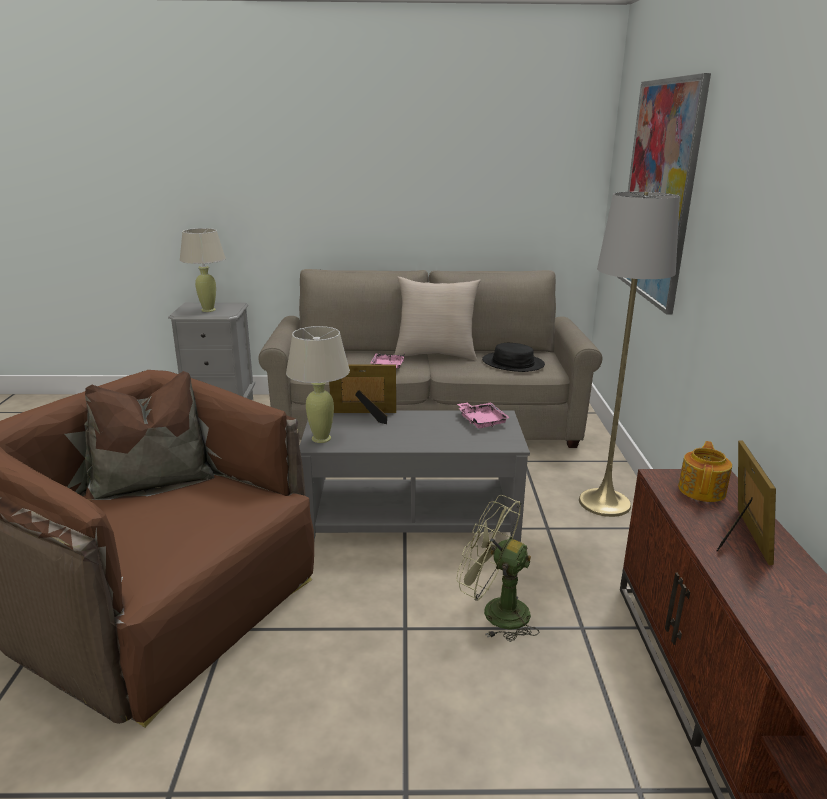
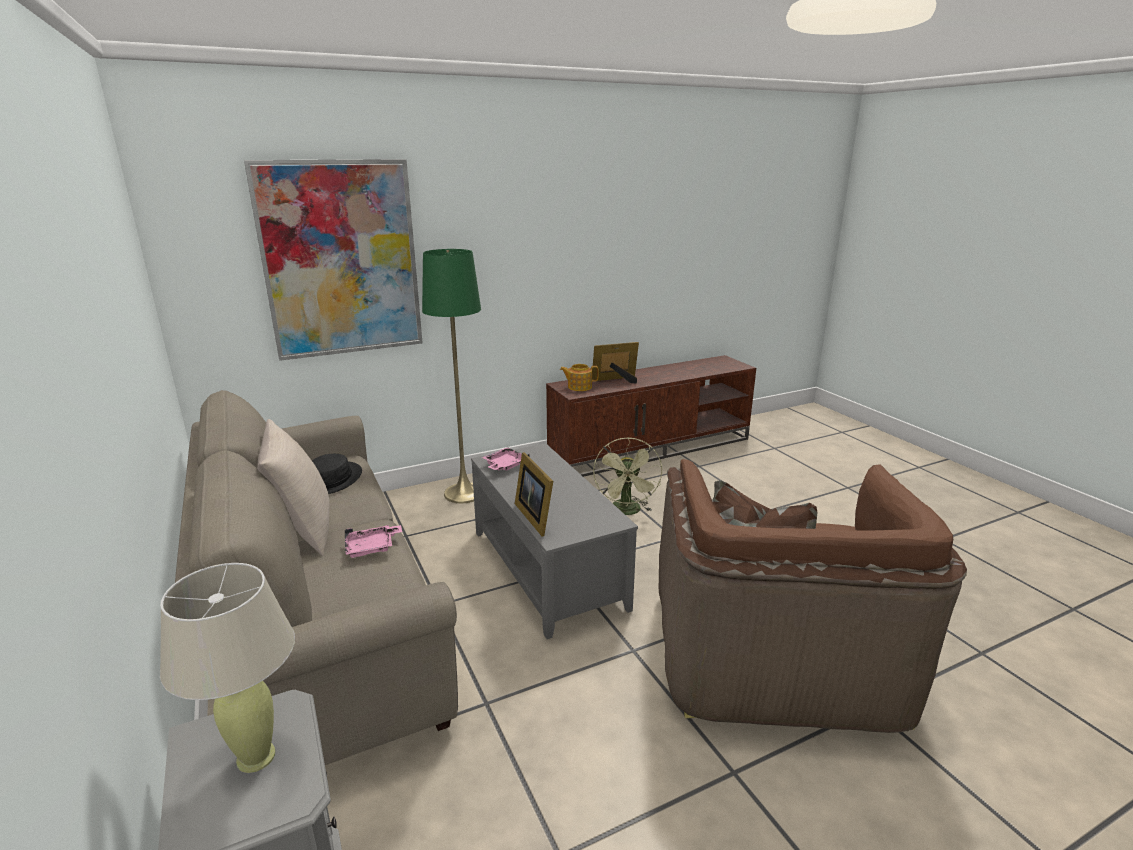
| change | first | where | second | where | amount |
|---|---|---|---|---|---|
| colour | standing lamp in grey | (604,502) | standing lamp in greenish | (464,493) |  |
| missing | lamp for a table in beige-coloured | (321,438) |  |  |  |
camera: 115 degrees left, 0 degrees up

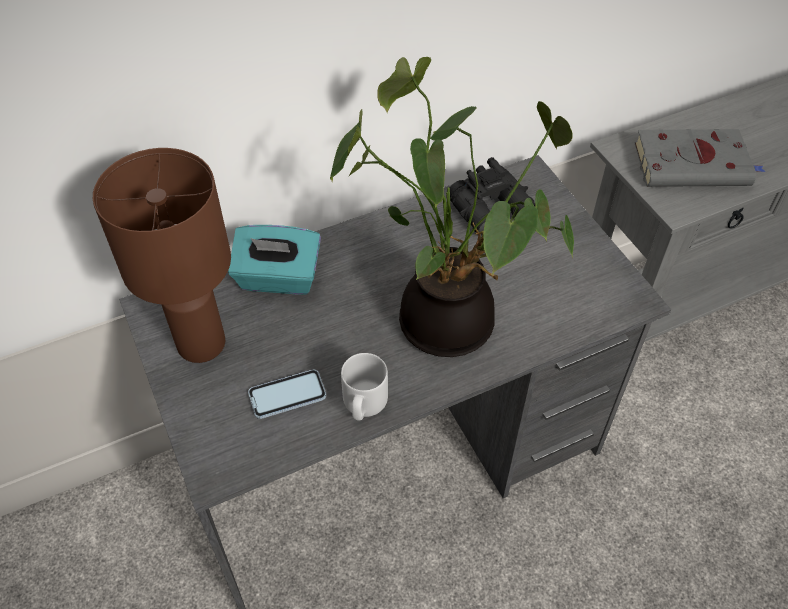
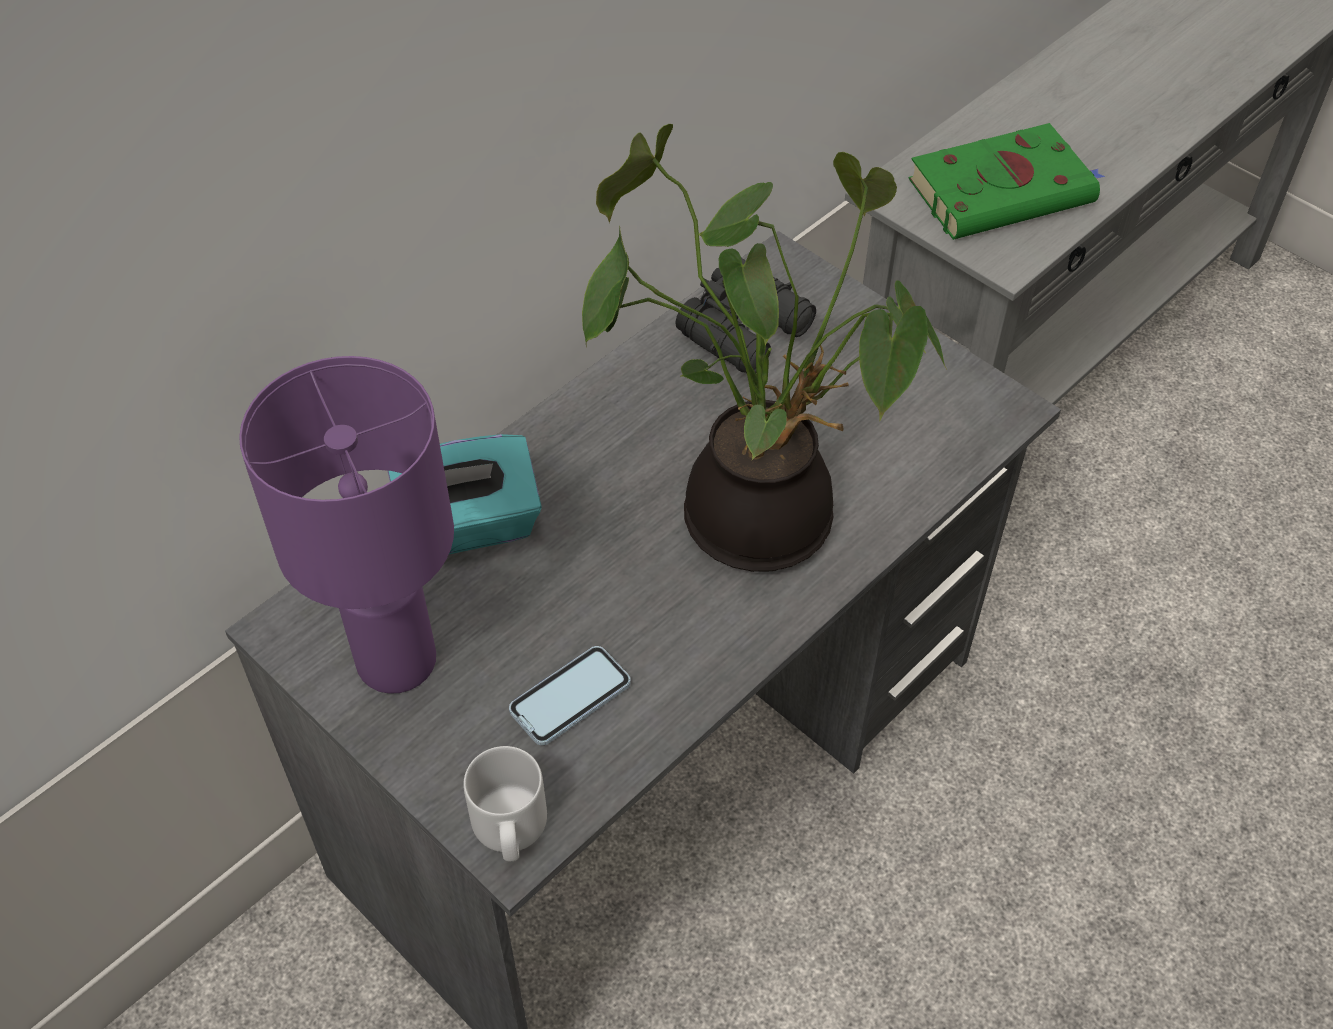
| change | first | where | second | where | amount |
|---|---|---|---|---|---|
| colour | bound book in grey | (694,165) | bound book in greenish | (1005,190) |  |
| colour | lamp for a table in brownish | (202,344) | lamp for a table in purplish | (399,661) |  |
| relocated | mug in grey | (363,404) |  | (510,829) |  |
camera: 20 degrees left, 0 degrees up

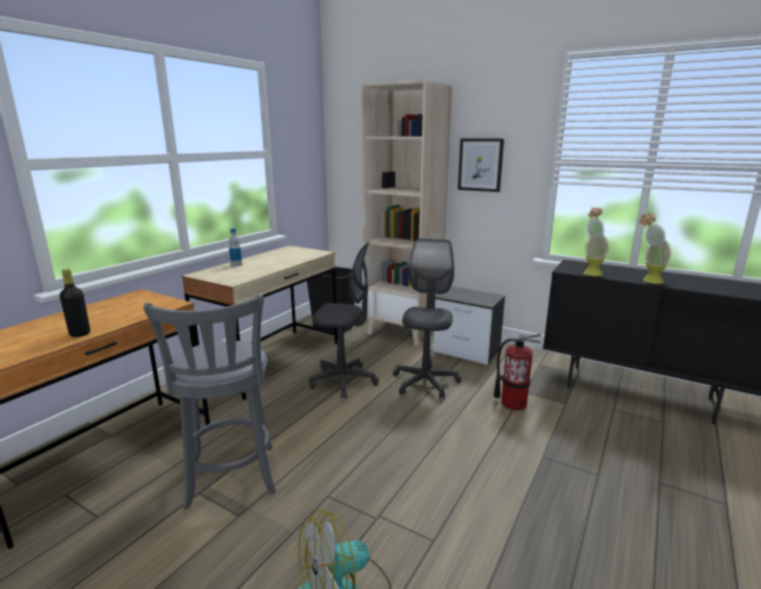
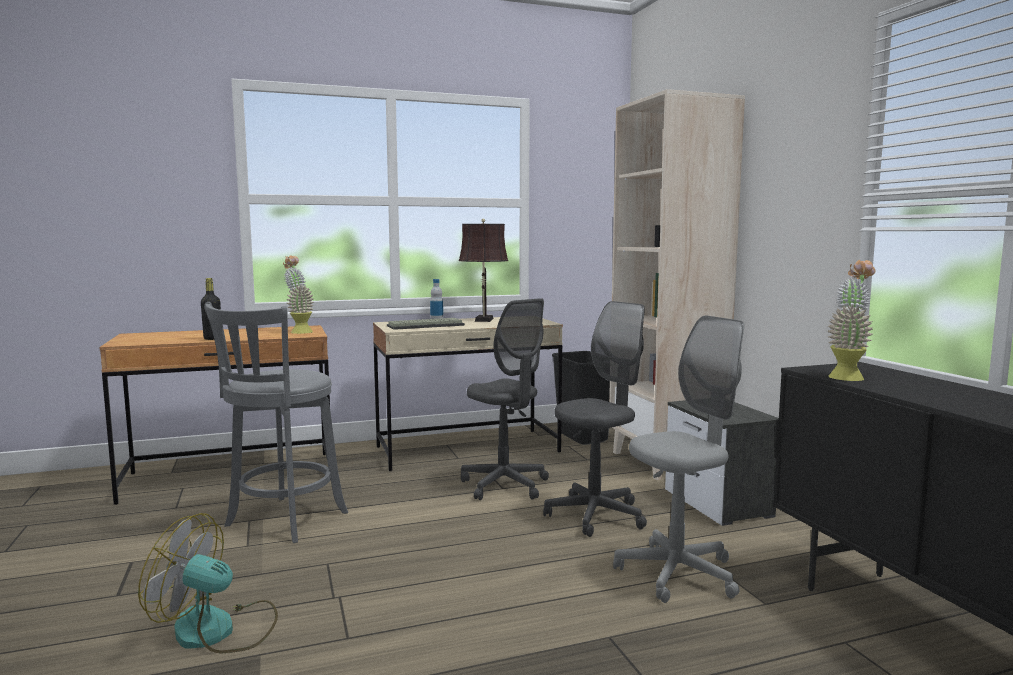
| change | first | where | second | where | amount |
|---|---|---|---|---|---|
| missing | picture | (480,165) |  |  |  |
| relocated | houseplant | (647,281) |  | (298,331) |  |
| exchanged | extinguisher | (513,403) | computer chair in grey | (677,573) |  |
| appeared |  |  | lamp for a table in brownish | (483,320) |  |
| appeared |  |  | keyboard | (426,325) |  |
camera: 40 degrees right, 10 degrees down

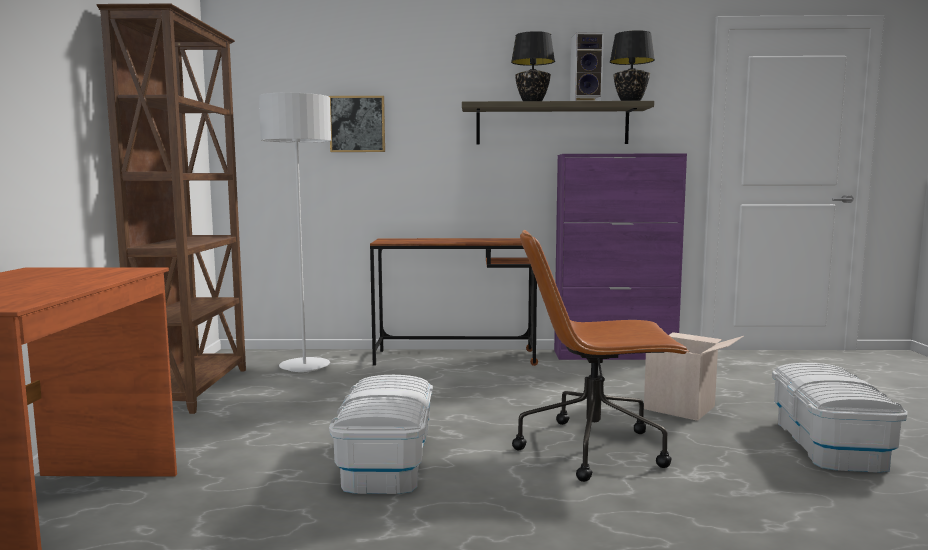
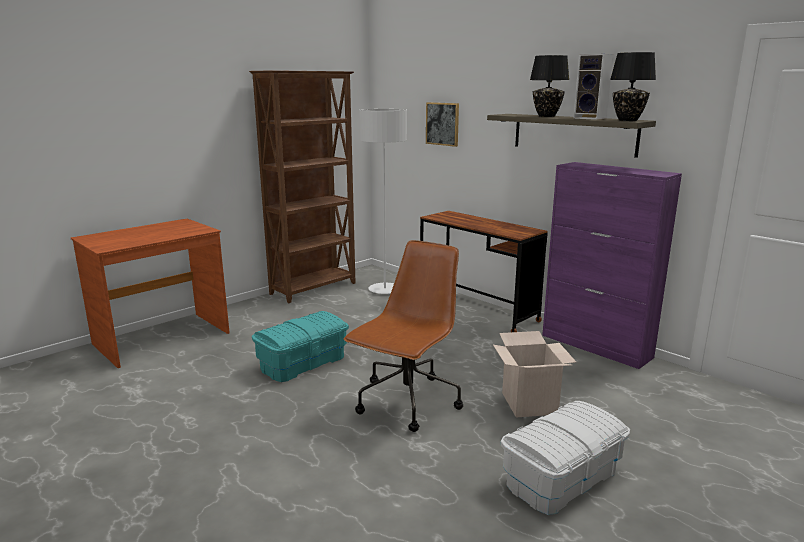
| change | first | where | second | where | amount |
|---|---|---|---|---|---|
| spun | computer chair in brownish | (595,448) |  | (407,403) | 75 degrees clockwise |
| colour | storage box in white | (385,462) | storage box in turquoise | (302,362) |  |
camera: 45 degrees right, 10 degrees up

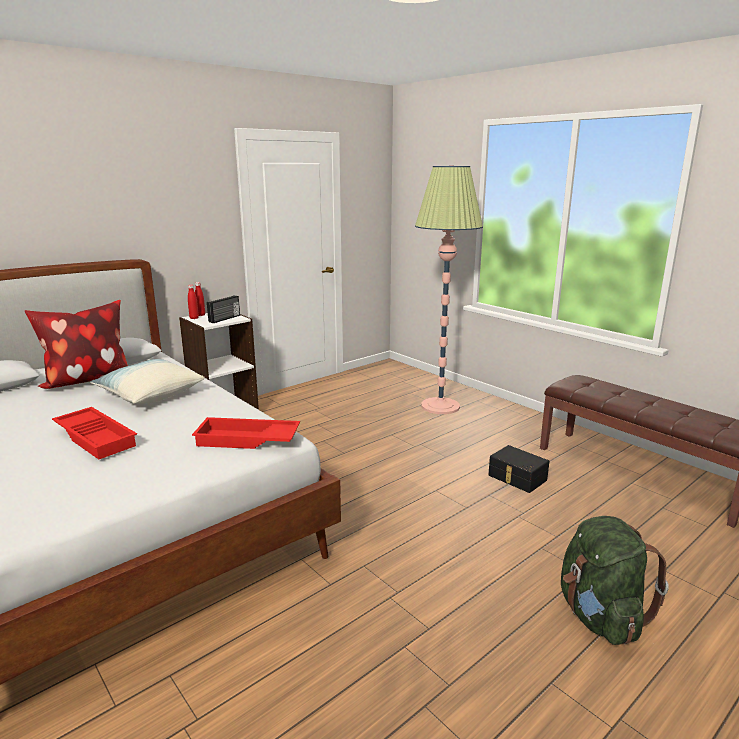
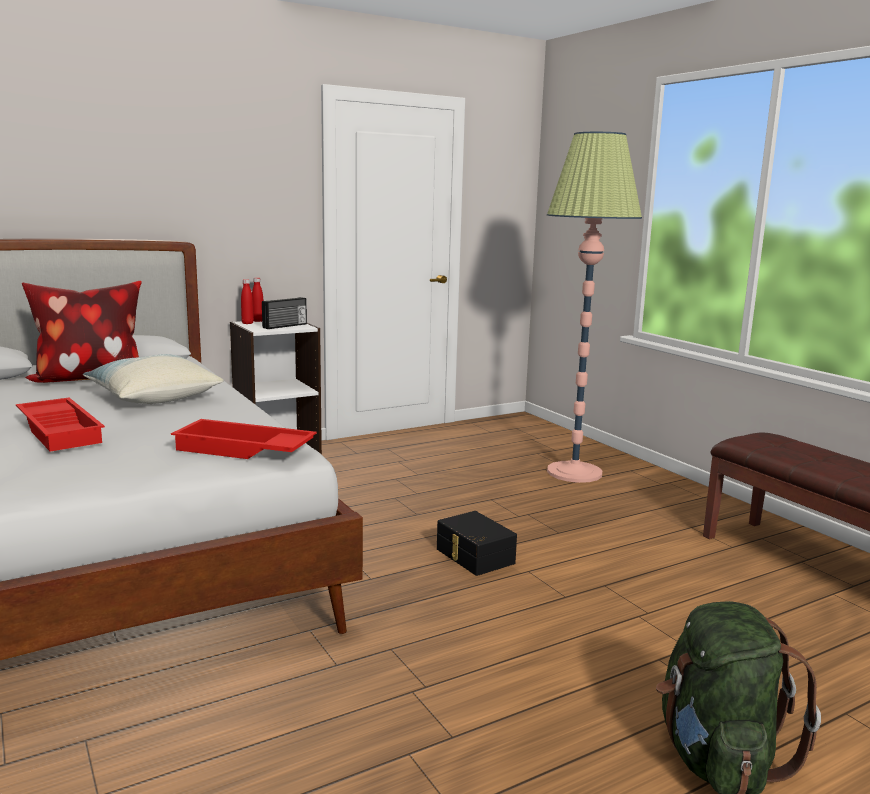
| change | first | where | second | where | amount |
|---|---|---|---|---|---|
| relocated | storage box in black | (516,478) |  | (473,556) |  |
camera: 10 degrees right, 5 degrees down

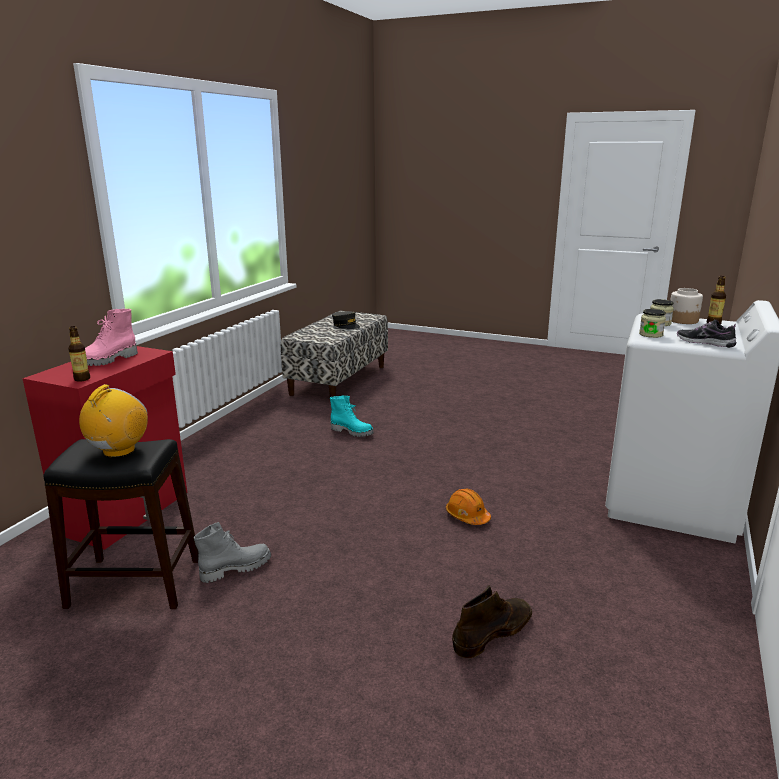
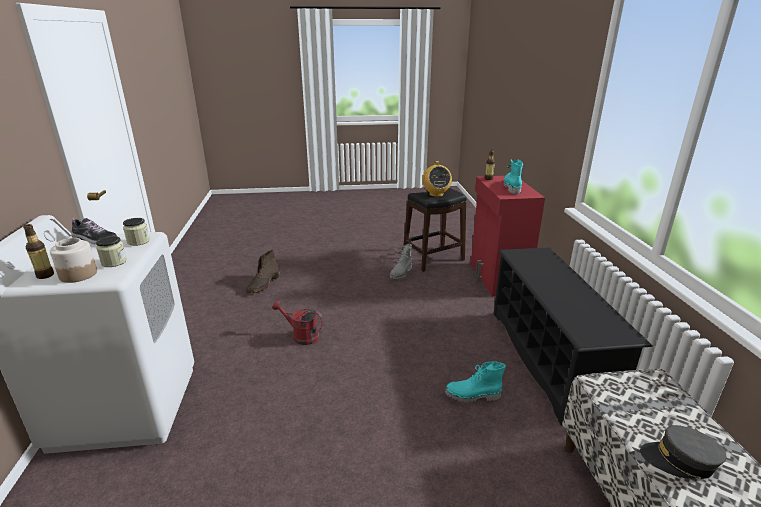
| change | first | where | second | where | amount |
|---|---|---|---|---|---|
| colour | high-top boot in pink | (107,360) | high-top boot in turquoise | (511,187) |  |
| exchanged | safety helmet in orange-coloured | (467,516) | watering pot in red-coloured | (301,336) |  |
| appeared |  |  | shoe rack in black | (548,358) |  |
camera: 150 degrees right, 5 degrees up

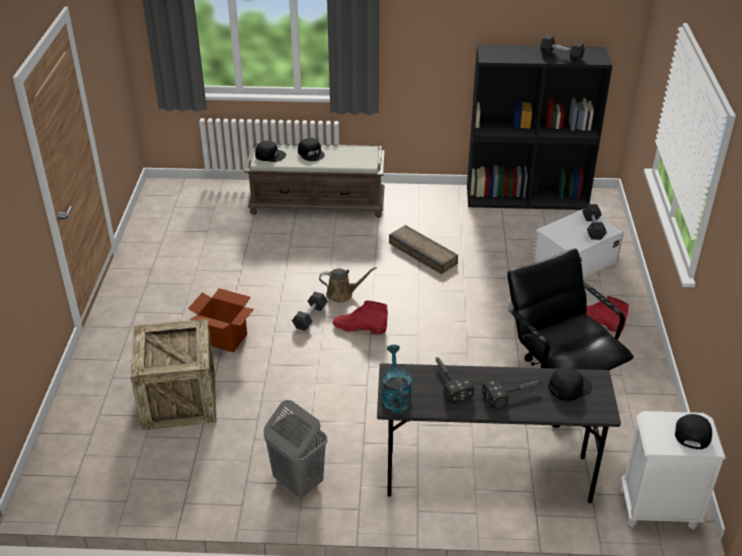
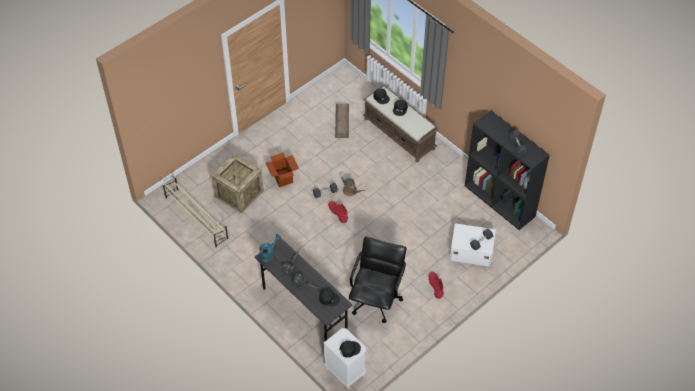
| change | first | where | second | where | amount |
|---|---|---|---|---|---|
| relocated | packing crate | (423,252) |  | (342,122) |  |
| missing | laundry basket in grey | (297,482) |  |  |  |
| appeared |  |  | shoe rack in beige-coloured | (196,218) |  |
camera: 45 degrees right, 15 degrees up

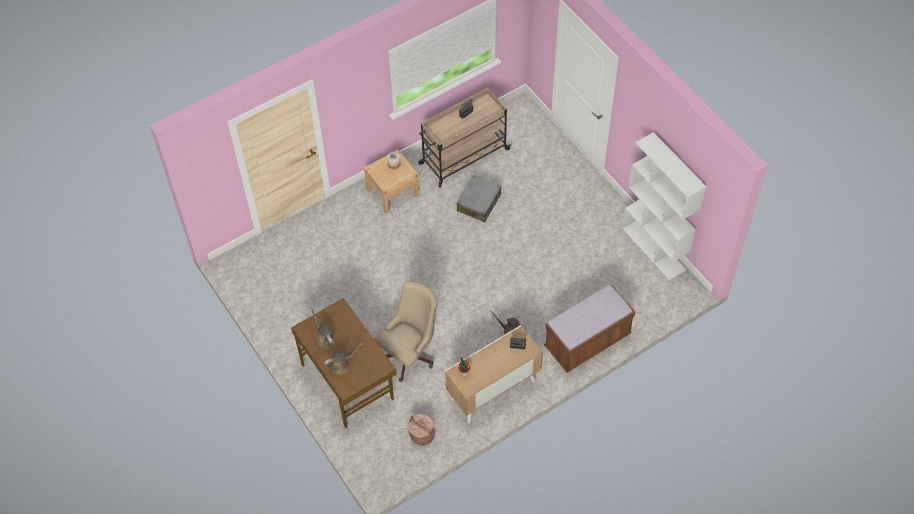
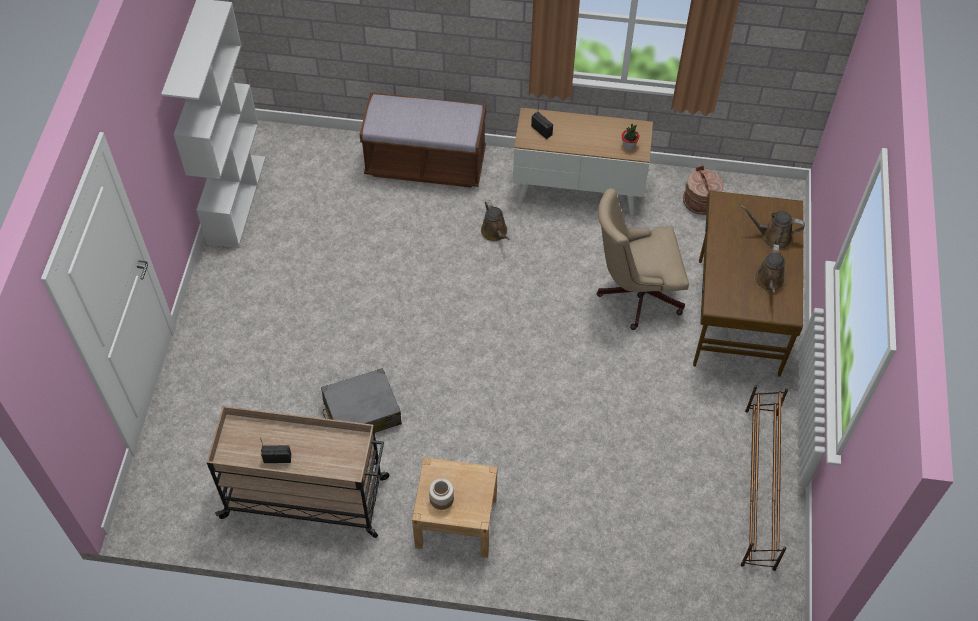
| change | first | where | second | where | amount |
|---|---|---|---|---|---|
| appeared |  |  | shoe rack in brownish | (759,487) |  |
camera: 140 degrees left, 0 degrees up

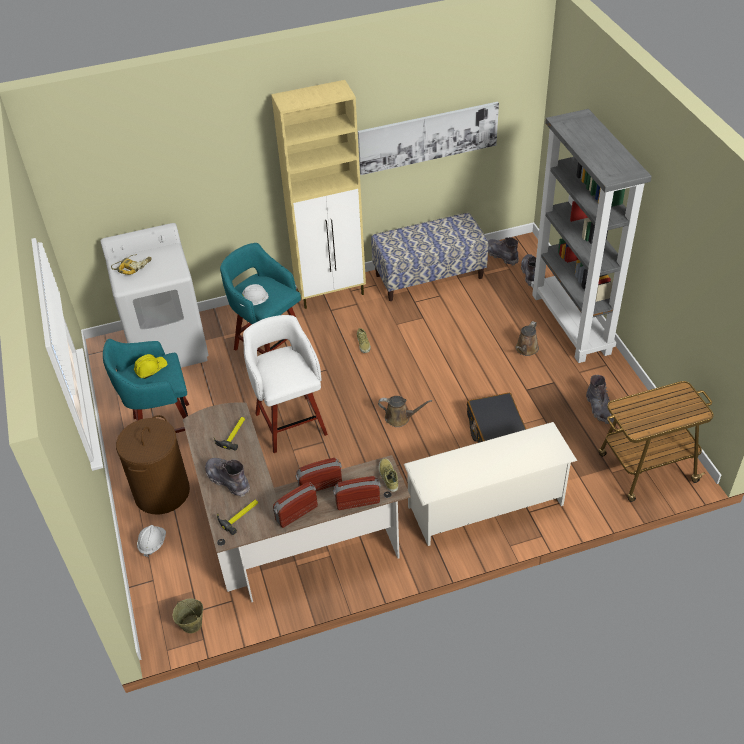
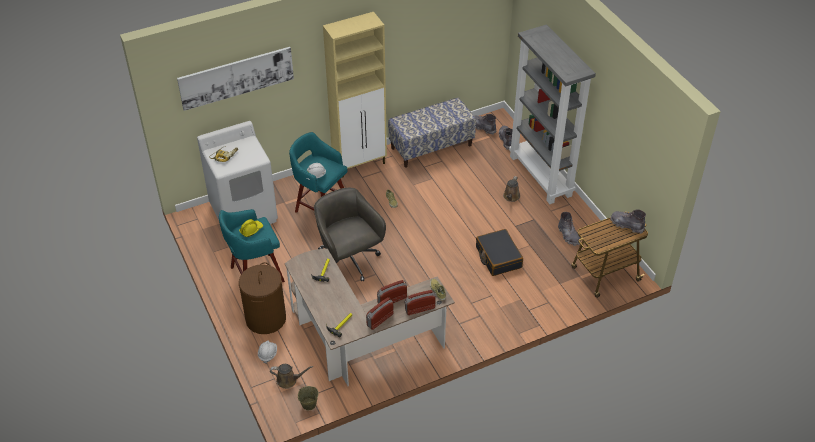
| change | first | where | second | where | amount |
|---|---|---|---|---|---|
| relocated | picture | (428,137) |  | (236,77) |  |
| exchanged | stool in white | (290,422) | computer chair in grey | (349,262) |  |
| relocated | watering pot in brownish | (400,418) |  | (288,380) |  |
| missing | shoe rack in white | (486,506) |  |  |  |
| relocated | high-top boot in grey | (228,480) |  | (627,225) |  |
camera: 10 degrees left, 0 degrees up

